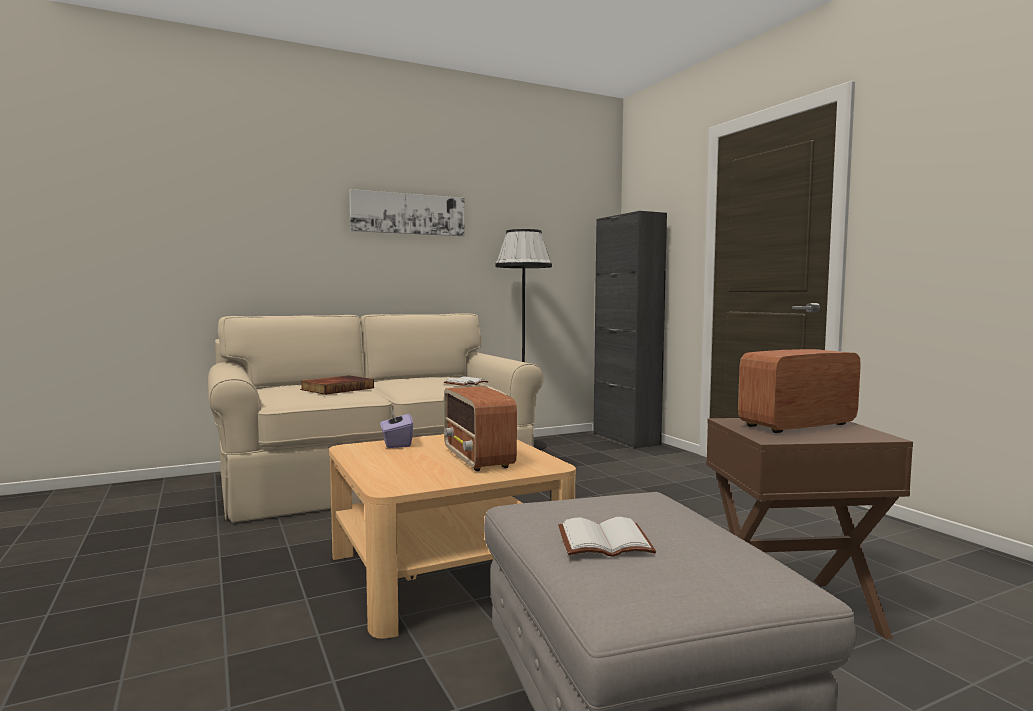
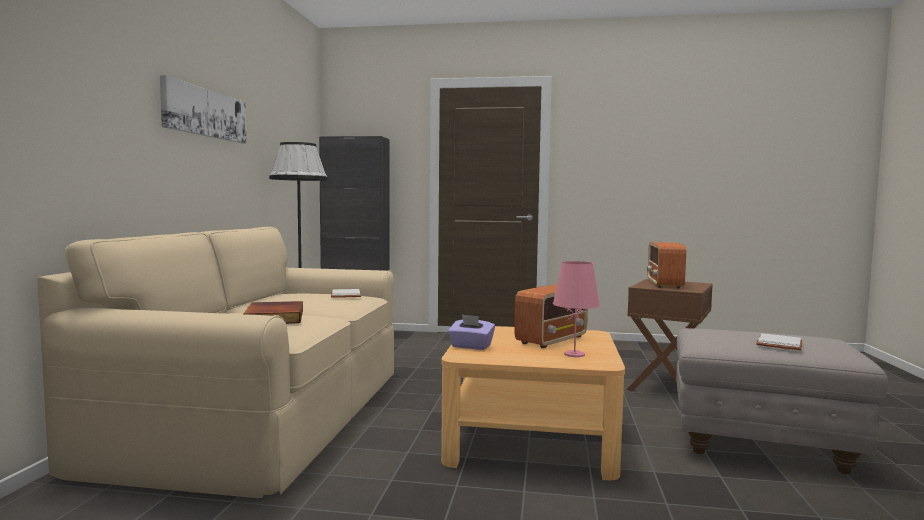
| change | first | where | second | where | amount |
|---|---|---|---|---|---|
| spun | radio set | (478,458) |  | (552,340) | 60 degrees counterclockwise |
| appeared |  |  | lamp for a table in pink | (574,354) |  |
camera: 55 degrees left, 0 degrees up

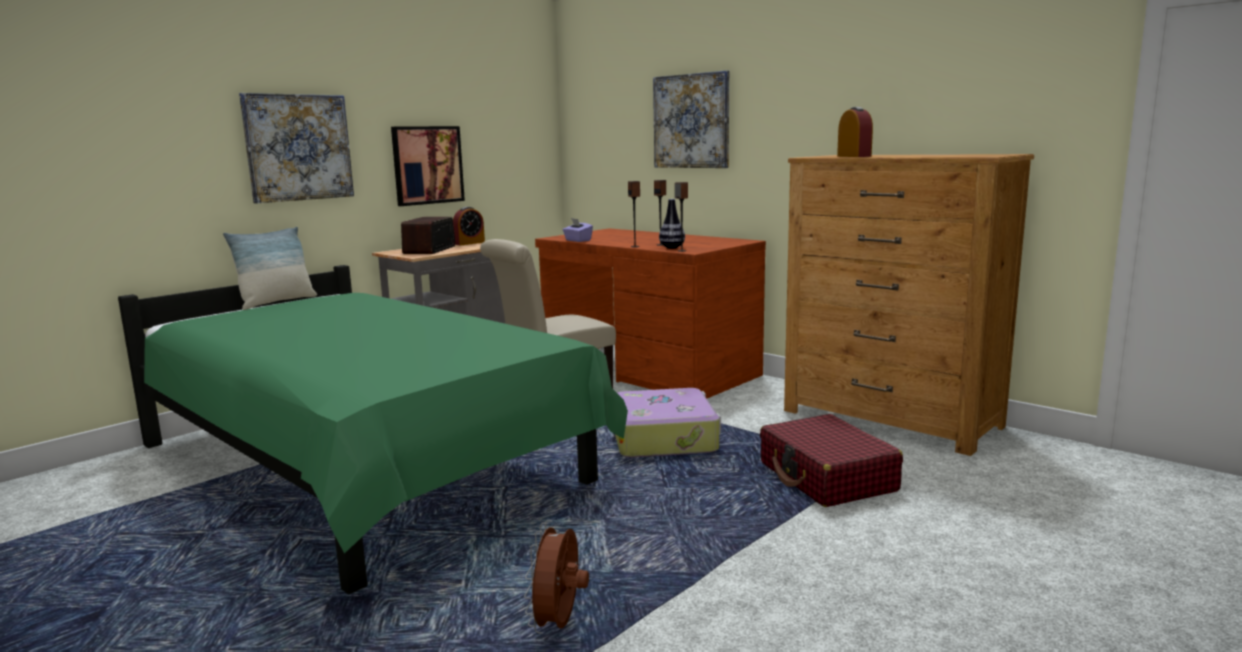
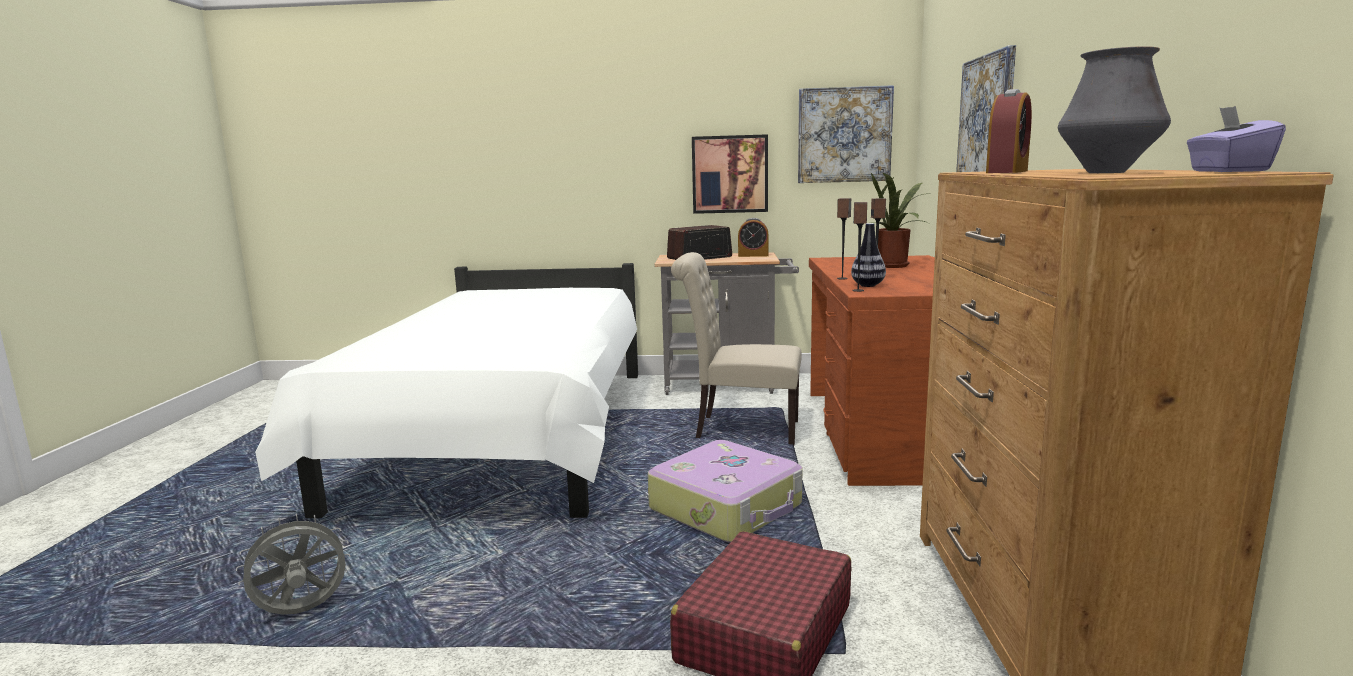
| change | first | where | second | where | amount |
|---|---|---|---|---|---|
| relocated | picture | (298,147) |  | (844,135) |  |
| relocated | tissue holder in purplish | (577,240) |  | (1227,171) |  |
| missing | pillow | (276,302) |  |  |  |
| colour | sleeping bed in greenish | (364,467) | sleeping bed in white | (507,436) |  |
| colour | fan in brownish | (559,625) | fan in grey | (302,612) |  |
| appeared |  |  | flower vase | (1106,172) |  |
| appeared |  |  | houseplant | (895,266) |  |
camera: 50 degrees right, 0 degrees up

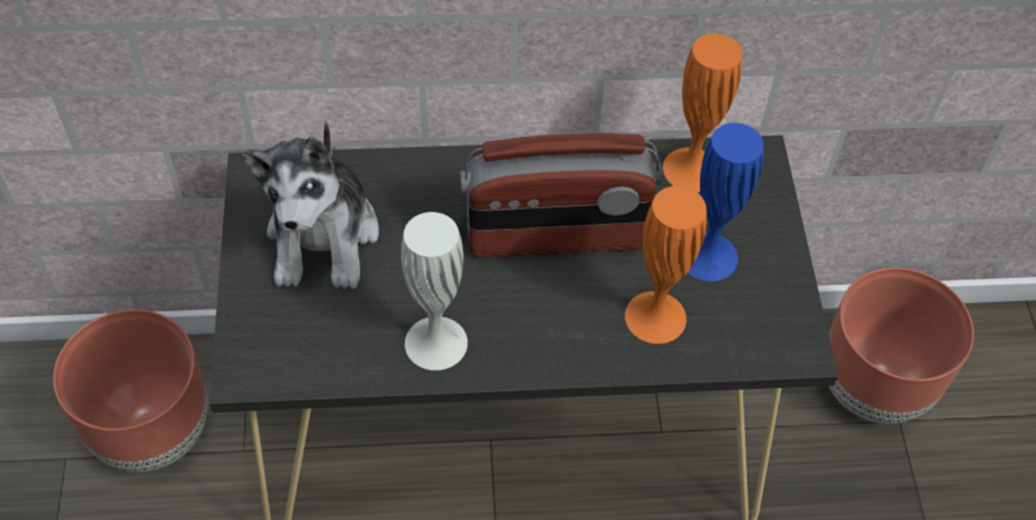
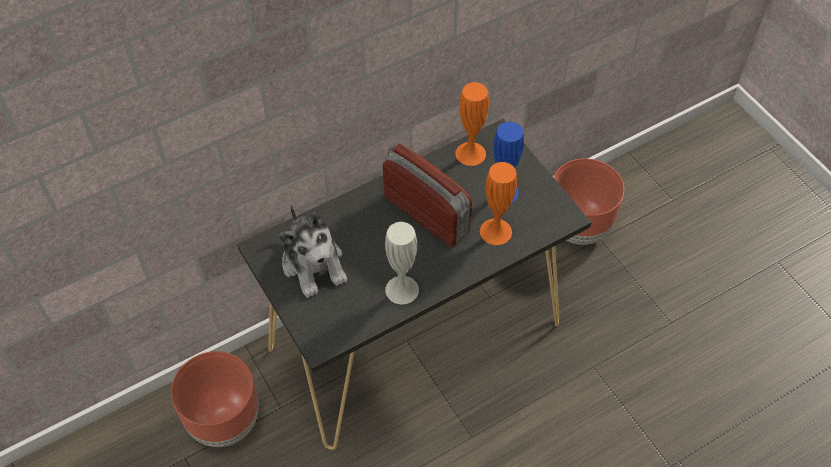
| change | first | where | second | where | amount |
|---|---|---|---|---|---|
| spun | radio set | (556,236) |  | (427,214) | 105 degrees counterclockwise |
camera: 25 degrees left, 0 degrees up

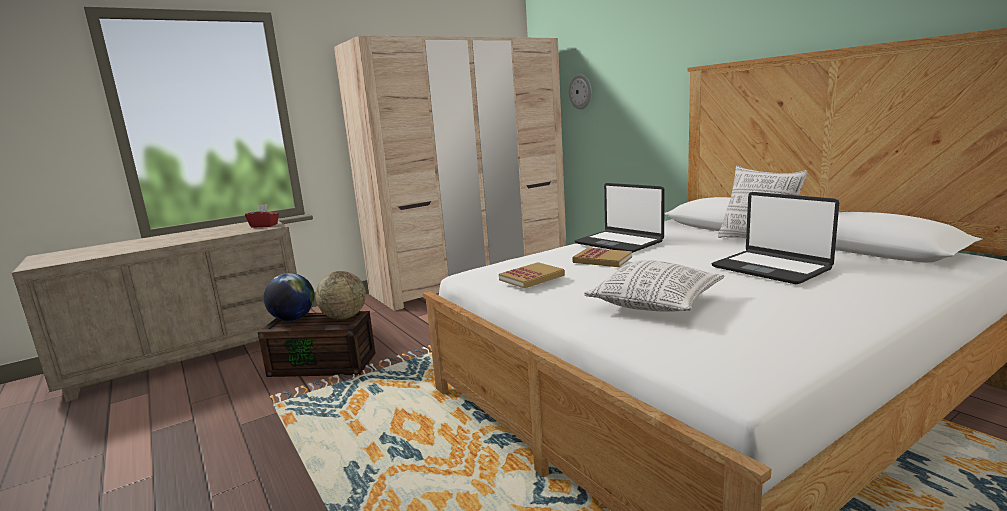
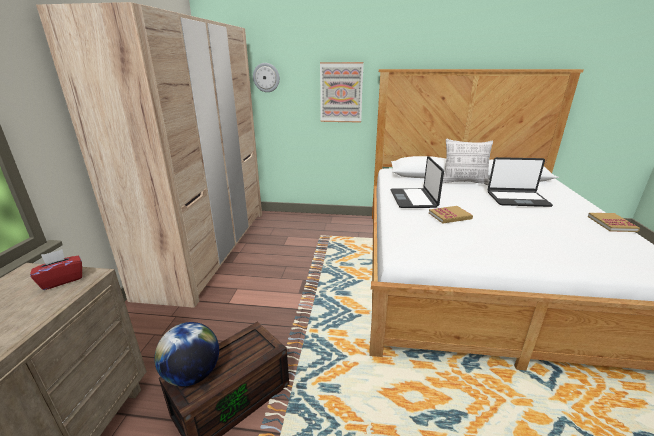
| change | first | where | second | where | amount |
|---|---|---|---|---|---|
| spun | portable computer | (619,242) |  | (414,199) | 90 degrees clockwise |
| missing | pillow | (654,303) |  |  |  |
| relocated | bound book | (531,278) |  | (611,223) |  |
| missing | desk globe | (344,317) |  |  |  |
| appeared |  |  | picture | (341,92) |  |
camera: 50 degrees left, 10 degrees up

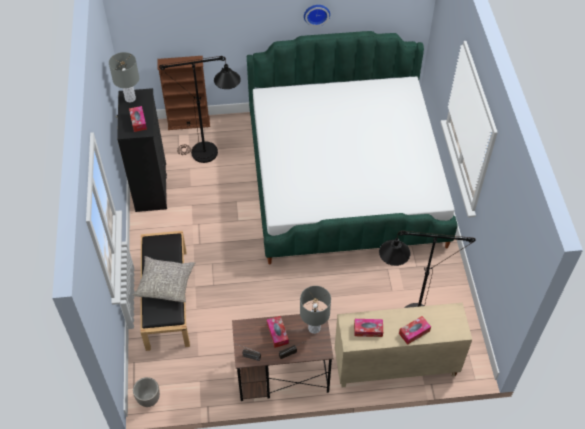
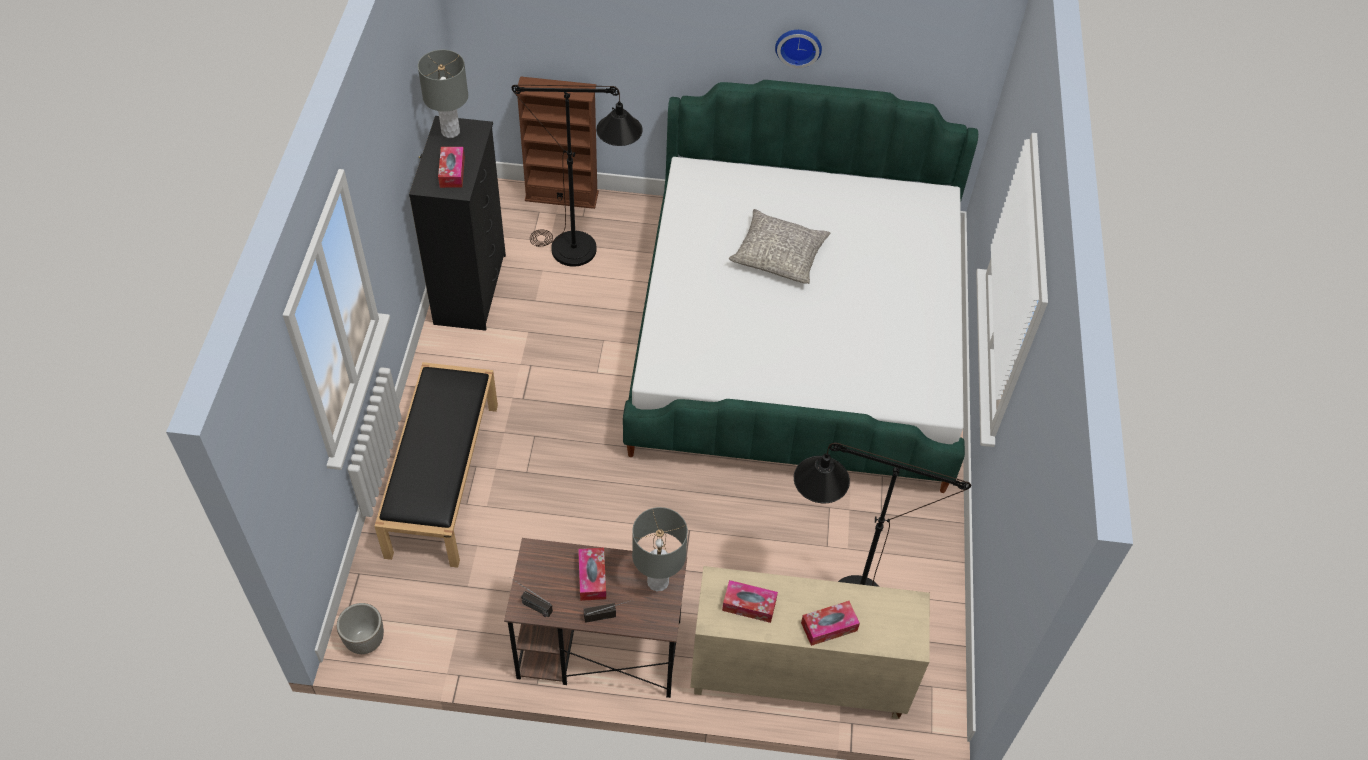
| change | first | where | second | where | amount |
|---|---|---|---|---|---|
| relocated | pillow in grey | (165,283) |  | (779,255) |  |
camera: 10 degrees right, 0 degrees up

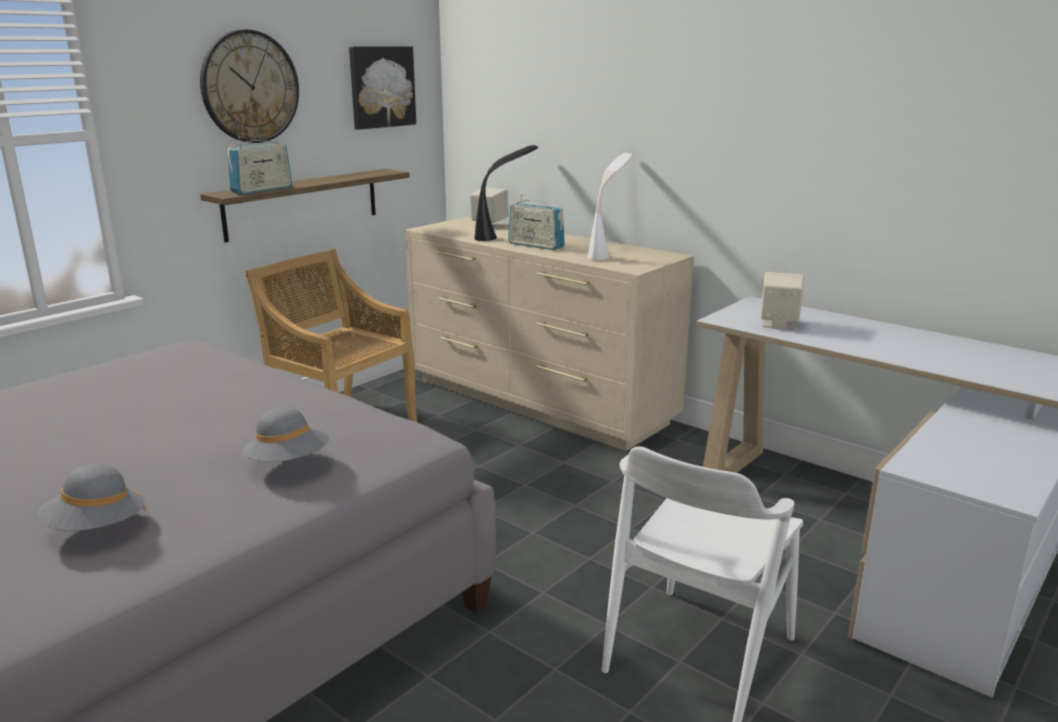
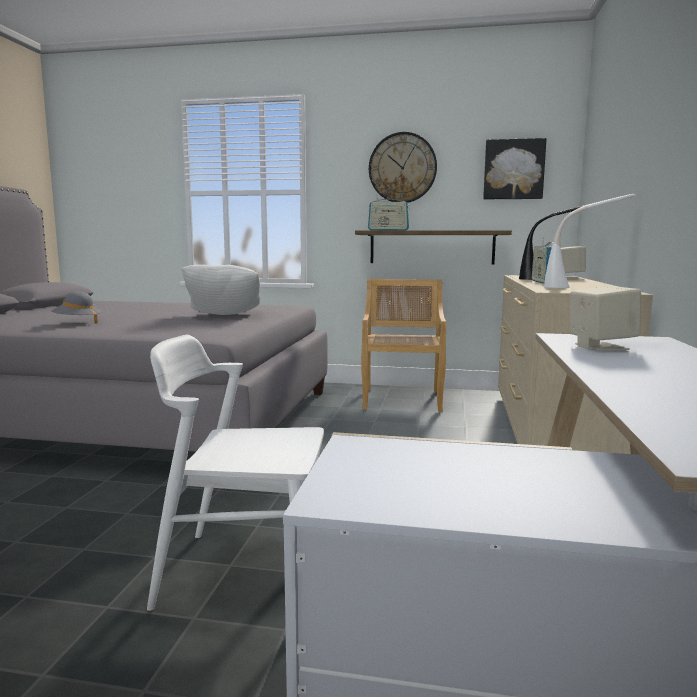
| change | first | where | second | where | amount |
|---|---|---|---|---|---|
| missing | wearable hat in grey | (288,463) |  |  |  |
| appeared |  |  | pillow in white | (224,316) |  |
camera: 60 degrees right, 10 degrees down

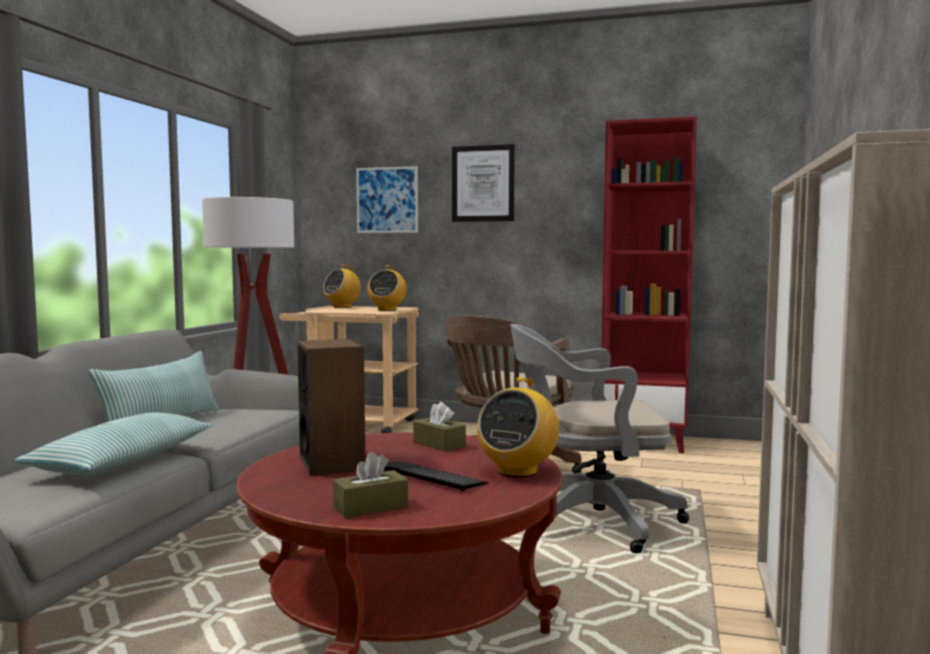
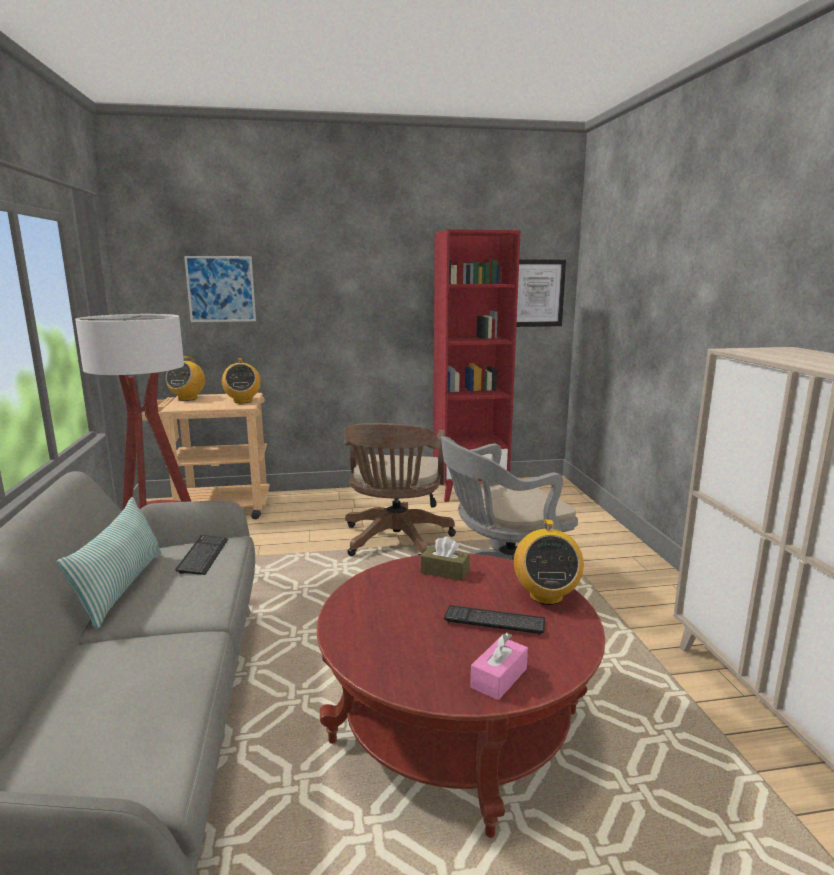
| change | first | where | second | where | amount |
|---|---|---|---|---|---|
| relocated | picture | (483,183) |  | (536,293) |  |
| missing | loudspeaker | (332,463) |  |  |  |
| missing | pillow | (123,461) |  |  |  |
| colour | tissue holder in brownish | (370,507) | tissue holder in pink | (499,678) |  |
| appeared |  |  | keyboard | (203,556) |  |
camera: 25 degrees left, 10 degrees up

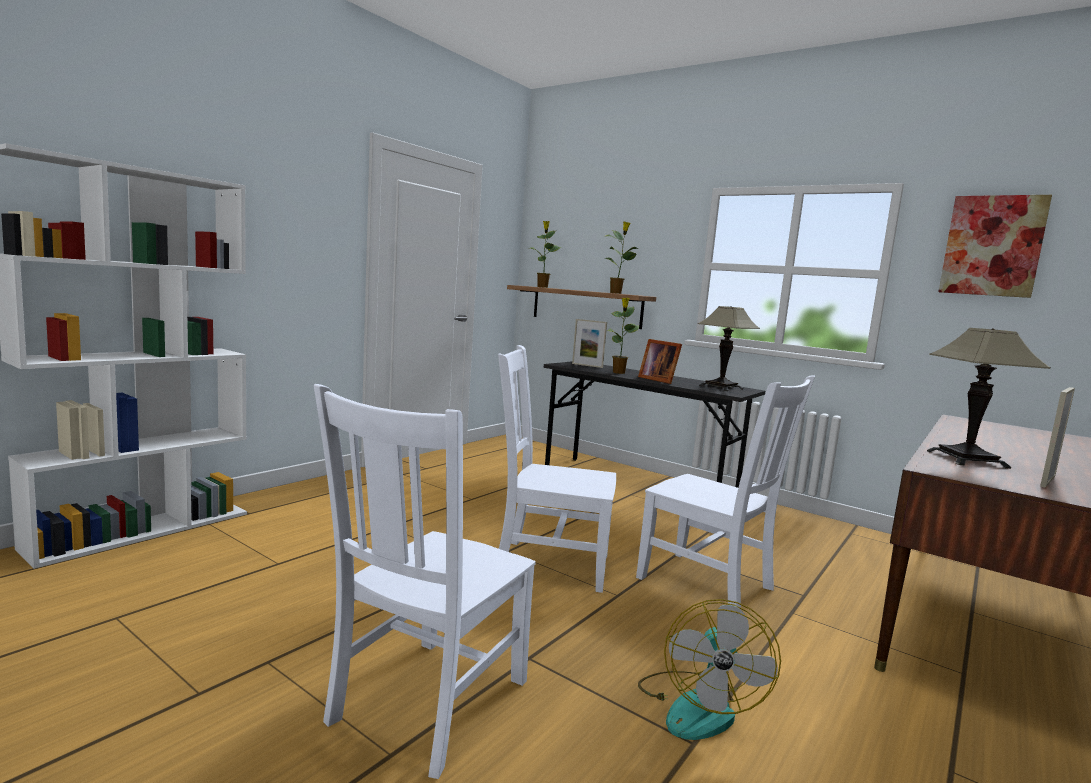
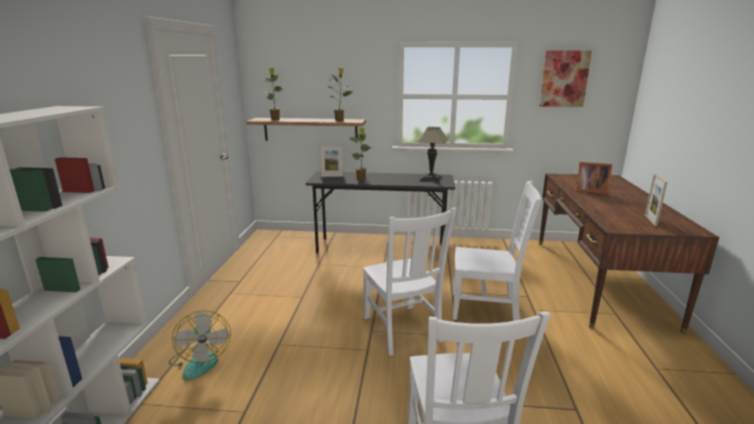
| change | first | where | second | where | amount |
|---|---|---|---|---|---|
| missing | lamp for a table | (967,459) |  |  |  |
| relocated | photo frame | (658,380) |  | (589,190) |  |
| spun | plain chair in white | (548,564) |  | (402,330) | 90 degrees counterclockwise |
| relocated | fan | (698,706) |  | (200,360) |  |
camera: 30 degrees left, 10 degrees up

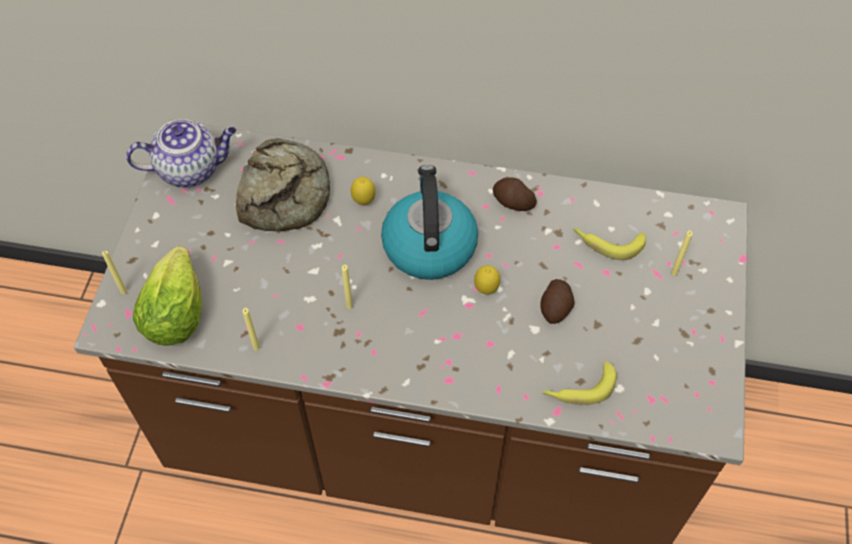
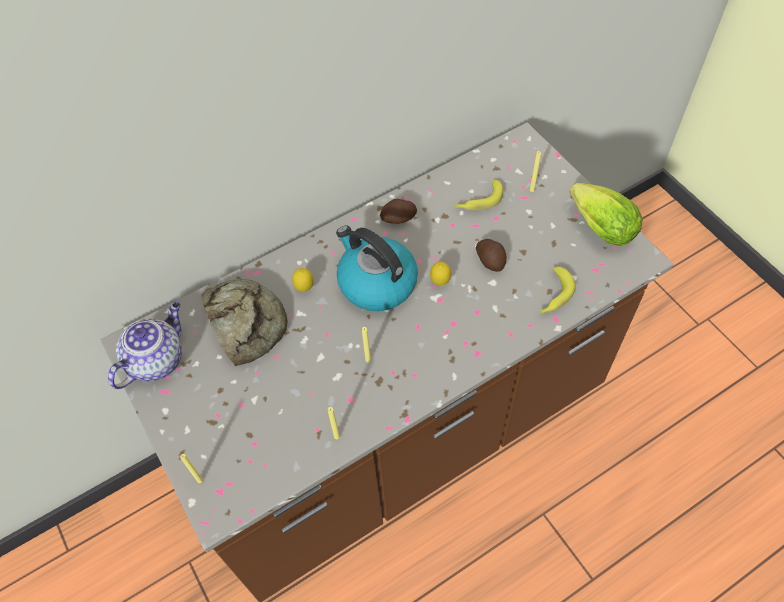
| change | first | where | second | where | amount |
|---|---|---|---|---|---|
| relocated | head of lettuce | (177,309) |  | (597,226) |  |
camera: 40 degrees left, 0 degrees up

